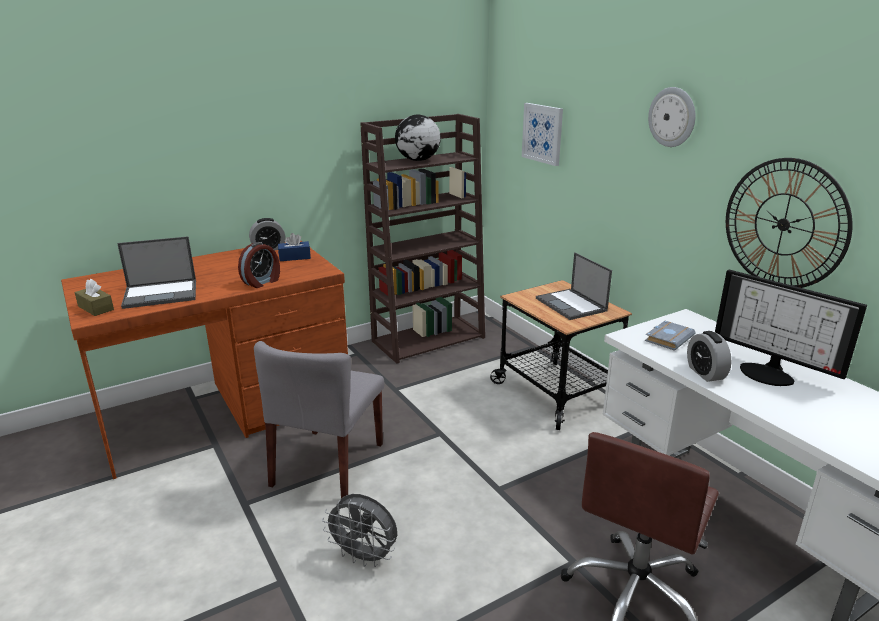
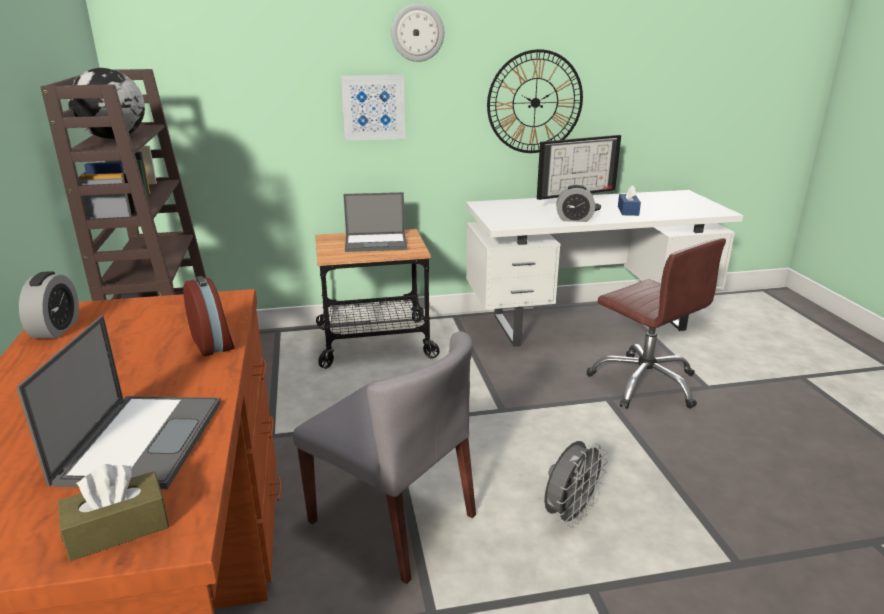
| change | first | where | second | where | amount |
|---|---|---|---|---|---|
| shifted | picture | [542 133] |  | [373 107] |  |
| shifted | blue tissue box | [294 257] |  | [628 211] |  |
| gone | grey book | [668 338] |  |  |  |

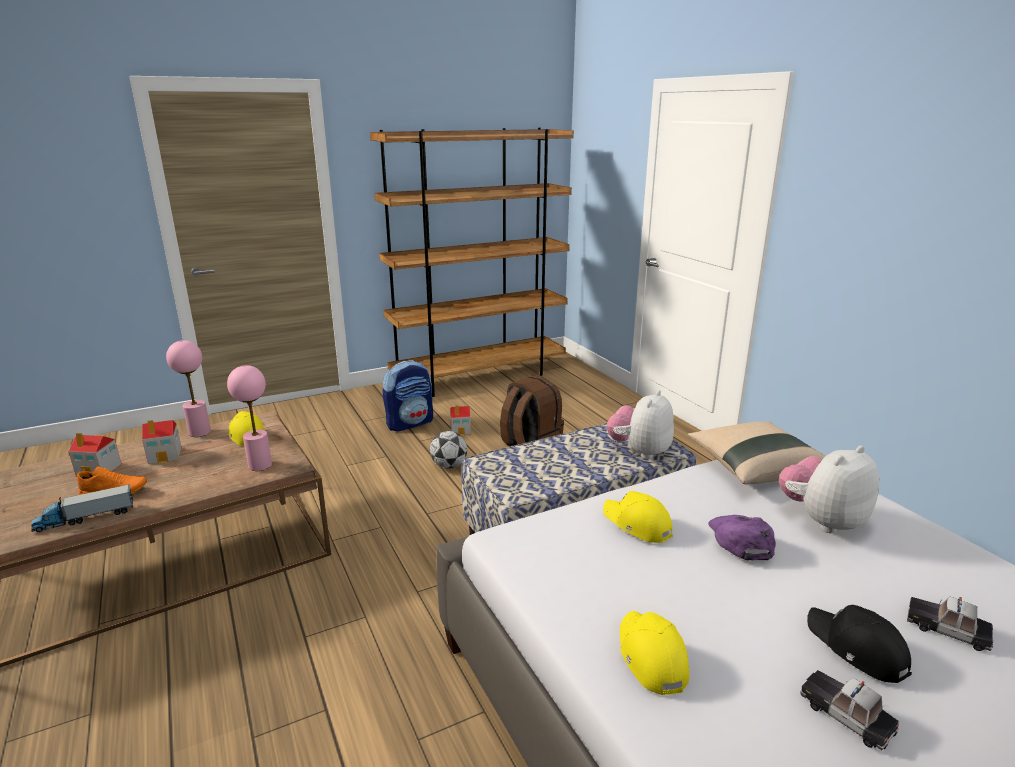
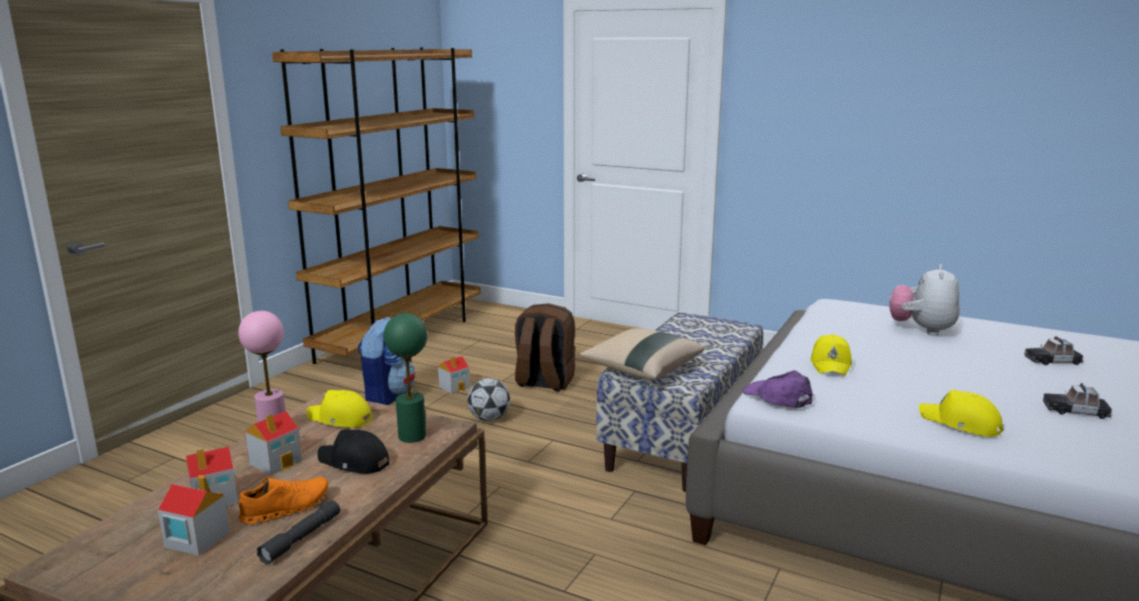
| change | first | where | second | where | amount |
|---|---|---|---|---|---|
| repainted | pink table lamp | [260 465] | green table lamp | [412 436] |  |
| gone | plush toy | [640 451] |  |  |  |
| shifted | beige pillow | [754 468] |  | [641 369] |  |
| swapped | toy truck | [85 518] | grey flashlight | [301 538] |  |
| rotated | yellow cap | [636 524] |  | [831 364] | 90 degrees counterclockwise |
| shifted | purple cap | [740 539] |  | [777 397] |  |
| shifted | black cap | [856 648] |  | [354 462] |  |
| new |  |  | toy house | [196 539] |  |

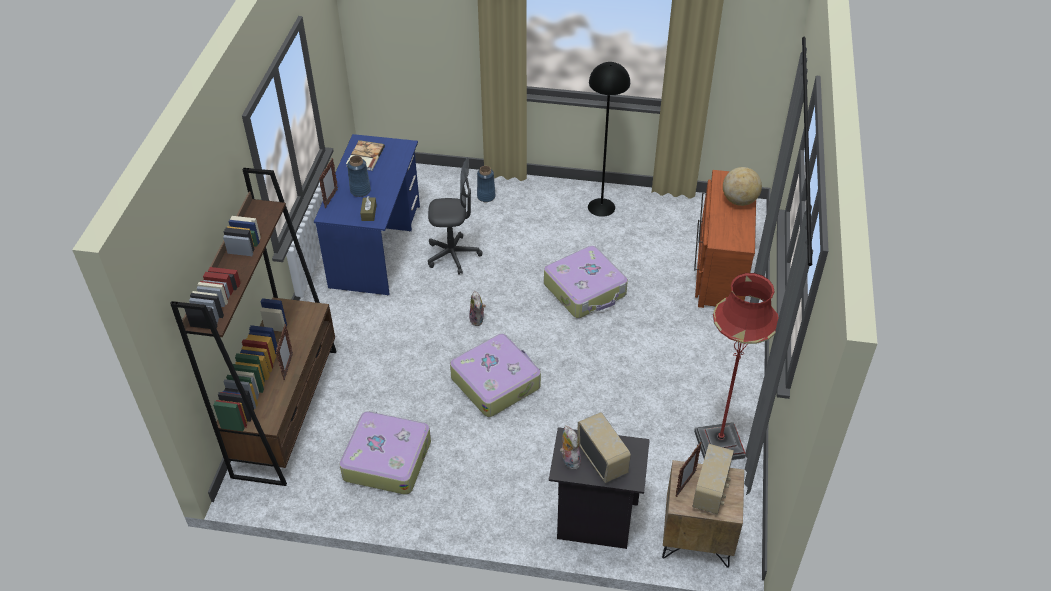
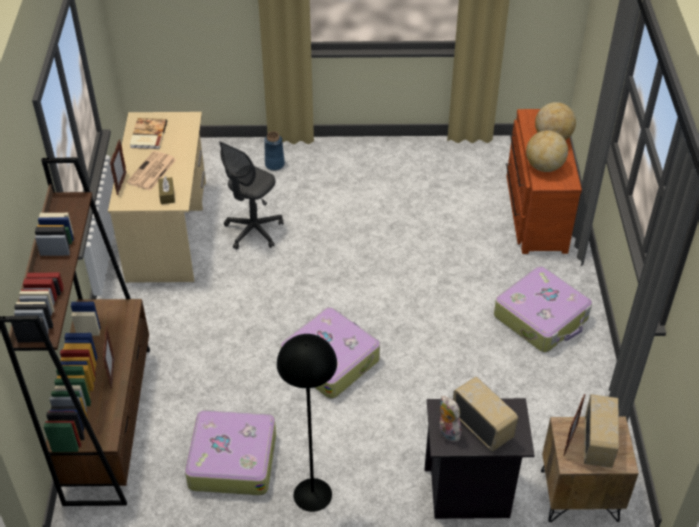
| change | first | where | second | where | amount |
|---|---|---|---|---|---|
| shifted | black floor lamp | [601 207] |  | [312 495] |  |
| repainted | blue desk | [376 246] | beige desk | [167 230] |  |
| swapped | blue vase | [360 190] | newspaper | [152 172] |  |
| rotated | grey office chair | [453 255] |  | [253 231] | 135 degrees clockwise |
| shifted | suitcase | [585 290] |  | [542 318] |  |
| gone | red floor lamp | [719 444] |  |  |  |
| gone | plush toy | [478 320] |  |  |  |
| new |  |  | globe | [544 167] |  |

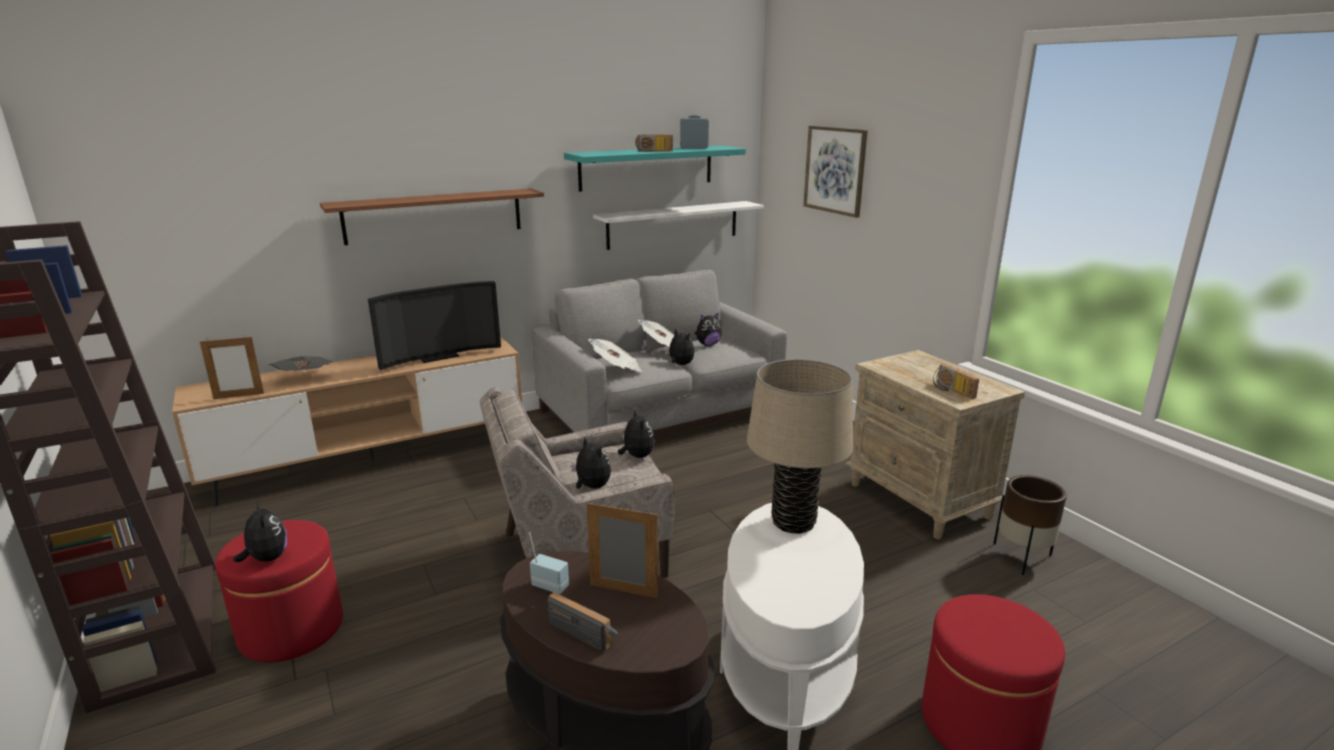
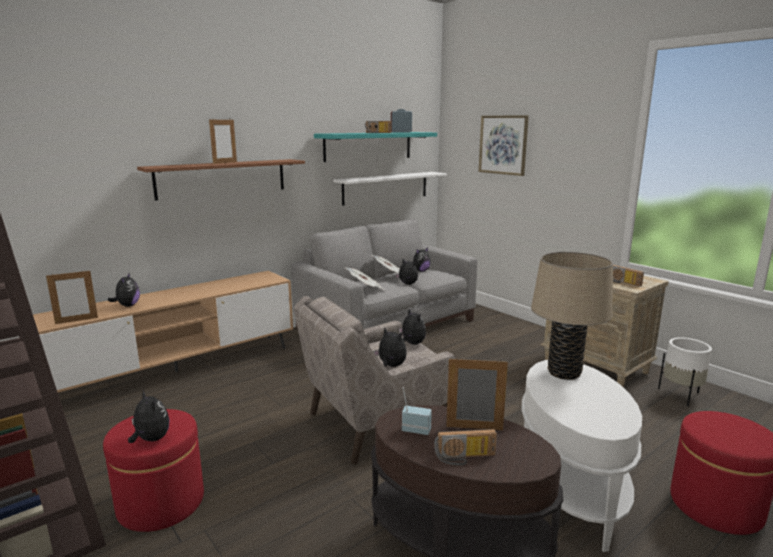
| change | first | where | second | where | amount |
|---|---|---|---|---|---|
| gone | television | [437 356] |  |  |  |
| swapped | newspaper | [305 378] | plush toy | [127 305] |  |
| repainted | brown planter | [1021 557] | white planter | [680 396] |  |
| rotated | radio | [586 631] |  | [465 458] | 150 degrees clockwise |
| new |  |  | picture frame | [225 163] |  |

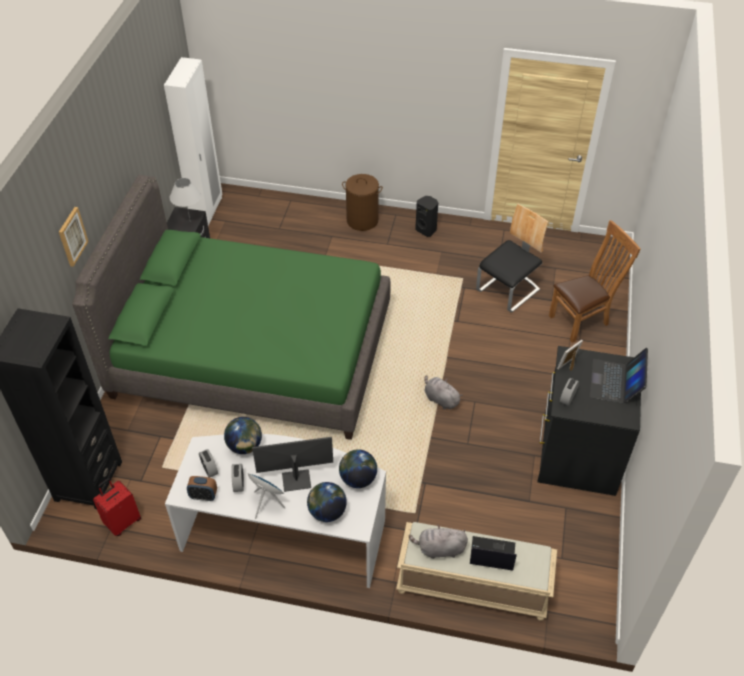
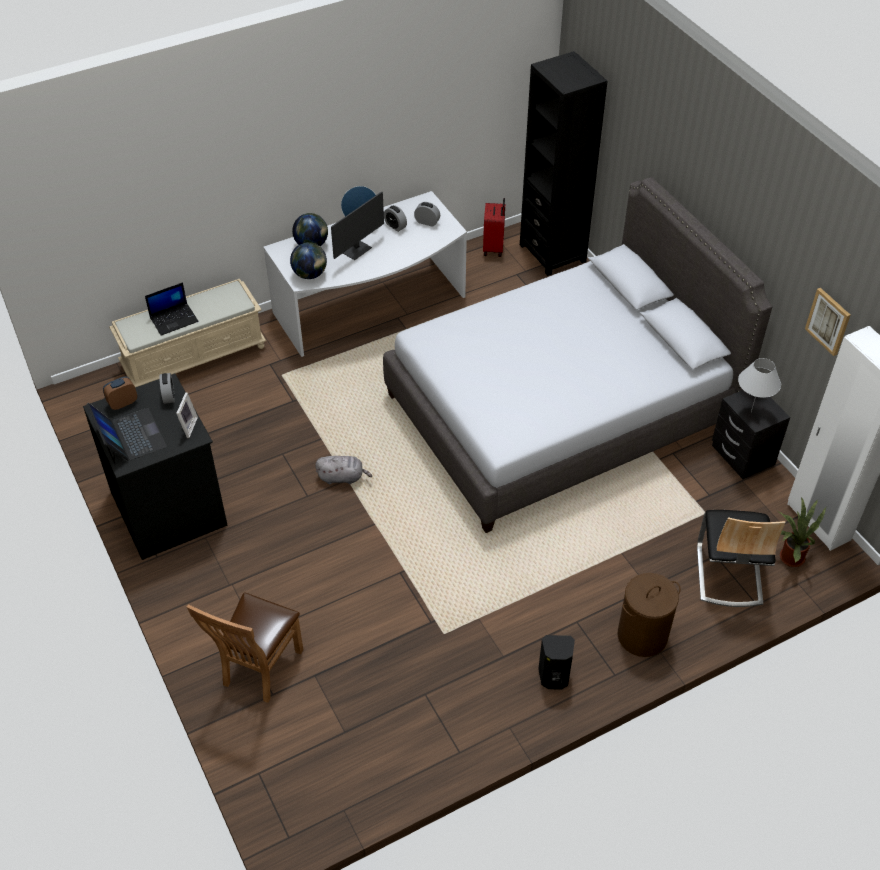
| change | first | where | second | where | amount |
|---|---|---|---|---|---|
| repainted | green bed | [253 353] | grey bed | [559 409] |  |
| shifted | chair | [508 291] |  | [728 574] |  |
| shifted | picture | [72 236] |  | [828 321] |  |
| gone | globe | [244 446] |  |  |  |
| shifted | alarm clock | [203 496] |  | [122 403] |  |
| gone | grey plush toy | [439 549] |  |  |  |
| new |  |  | potted plant | [789 556] |  |

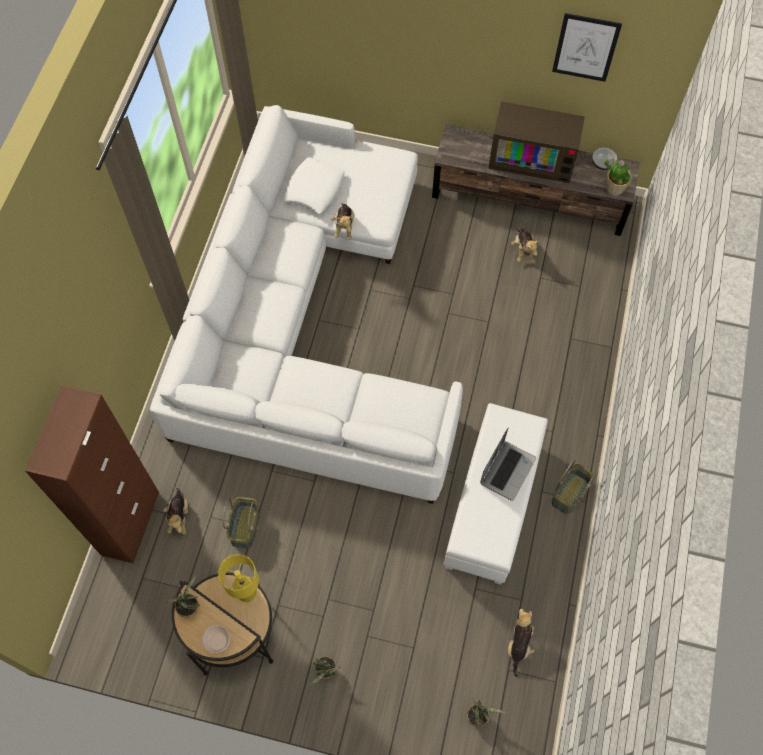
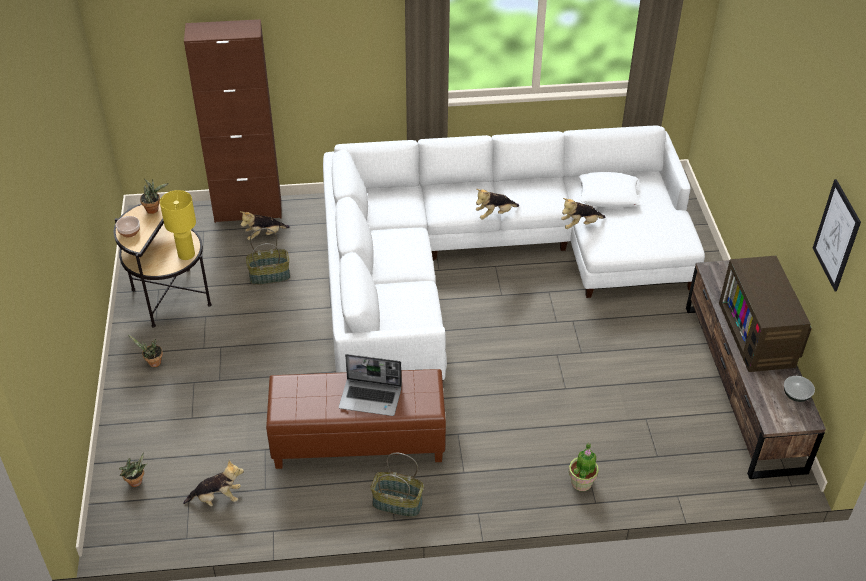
| change | first | where | second | where | amount |
|---|---|---|---|---|---|
| shifted | potted plant | [615 188] |  | [582 482] |  |
| shifted | plush toy | [523 250] |  | [495 214] |  |
| repainted | white ottoman | [491 504] | brown ottoman | [359 440] |  |

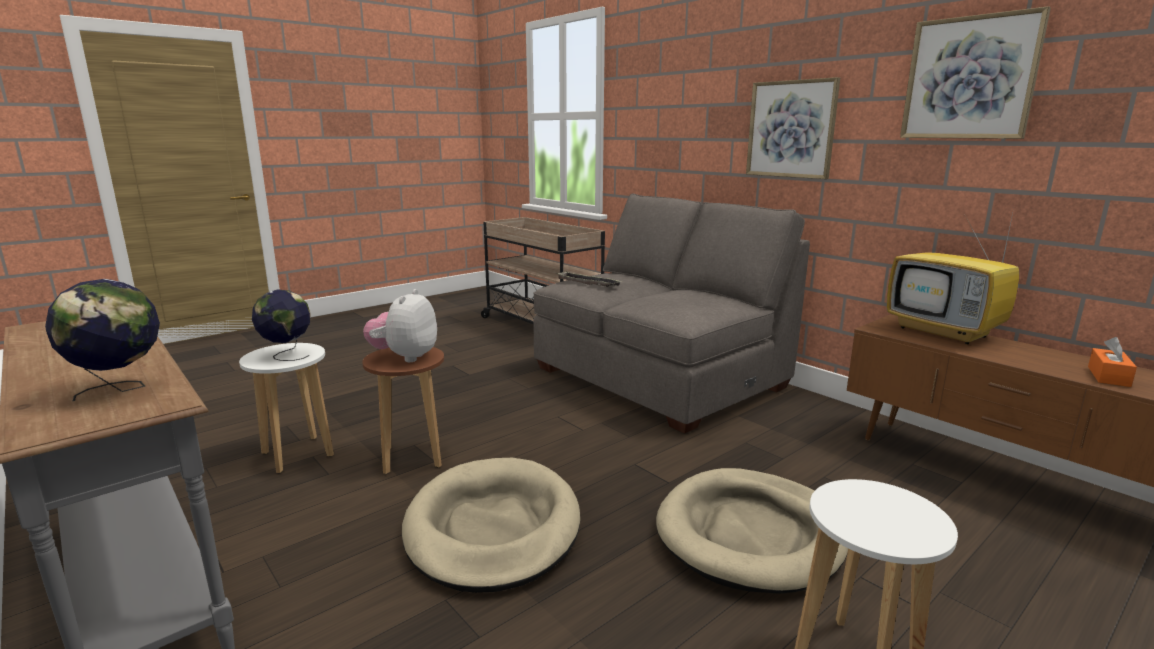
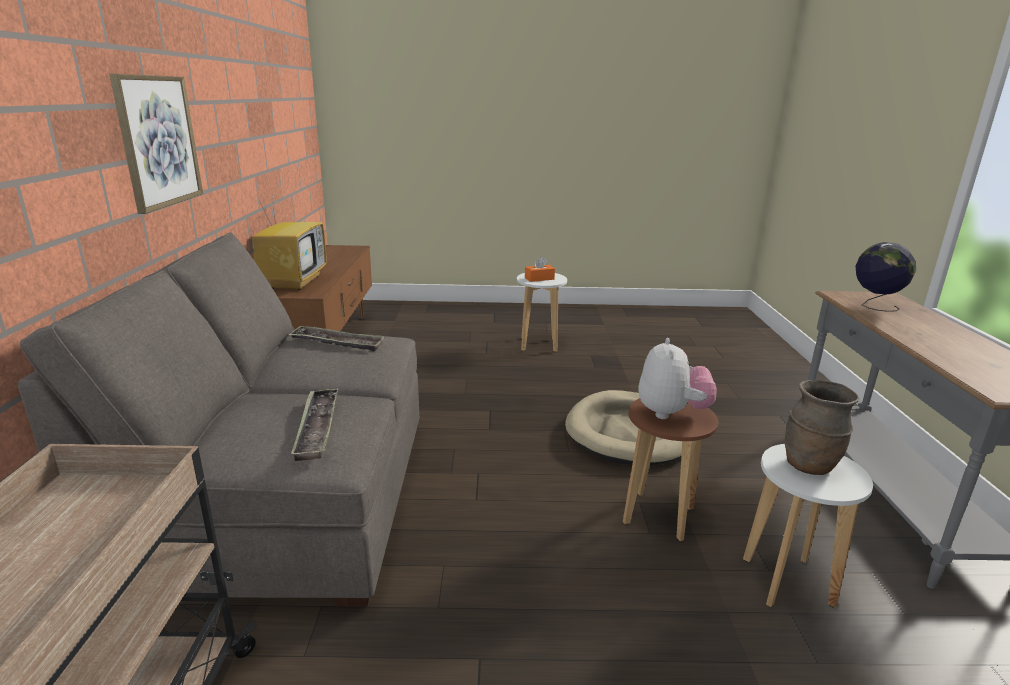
| change | first | where | second | where | amount |
|---|---|---|---|---|---|
| gone | picture | [969 78] |  |  |  |
| rotated | plush toy | [405 357] |  | [671 413] | 45 degrees counterclockwise |
| swapped | globe | [287 355] | brown vase | [809 466] |  |
| shifted | orange tissue box | [1108 376] |  | [539 278] |  |
| gone | beige dog bed | [751 534] |  |  |  |
| new |  |  | tray | [337 343] |  |

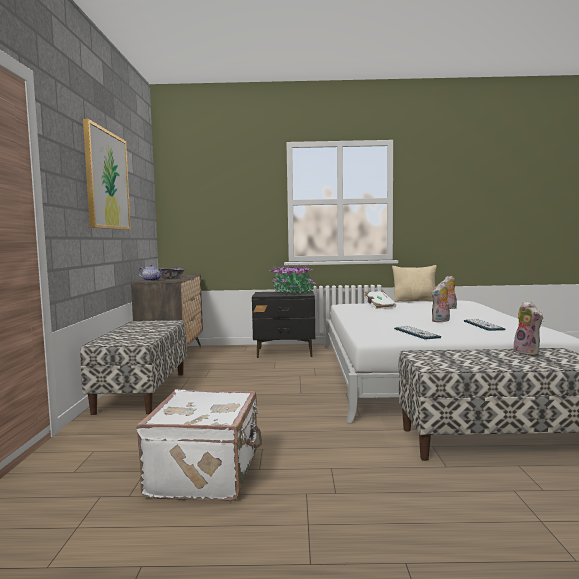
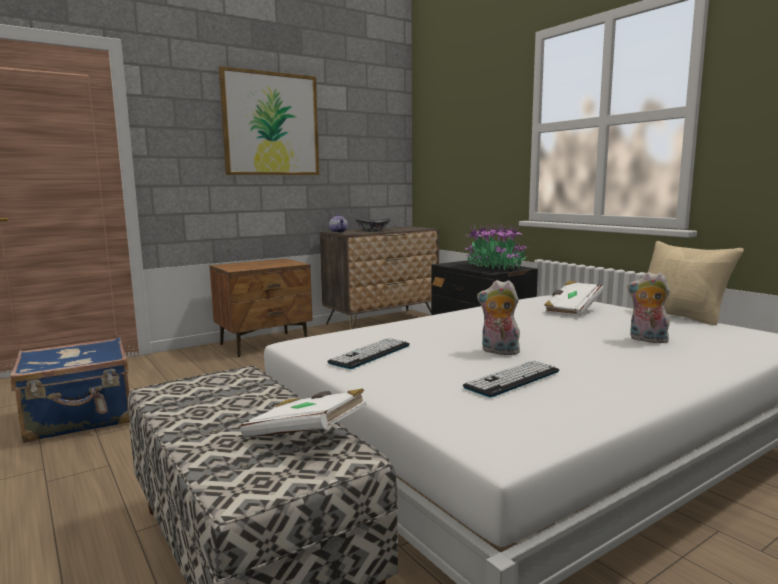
| change | first | where | second | where | amount |
|---|---|---|---|---|---|
| swapped | plush toy | [528 353] | white book | [306 435] |  |
| swapped | bench | [142 391] | brown nightstand | [265 344] |  |
| repainted | white suitcase | [207 474] | blue suitcase | [80 419] |  |

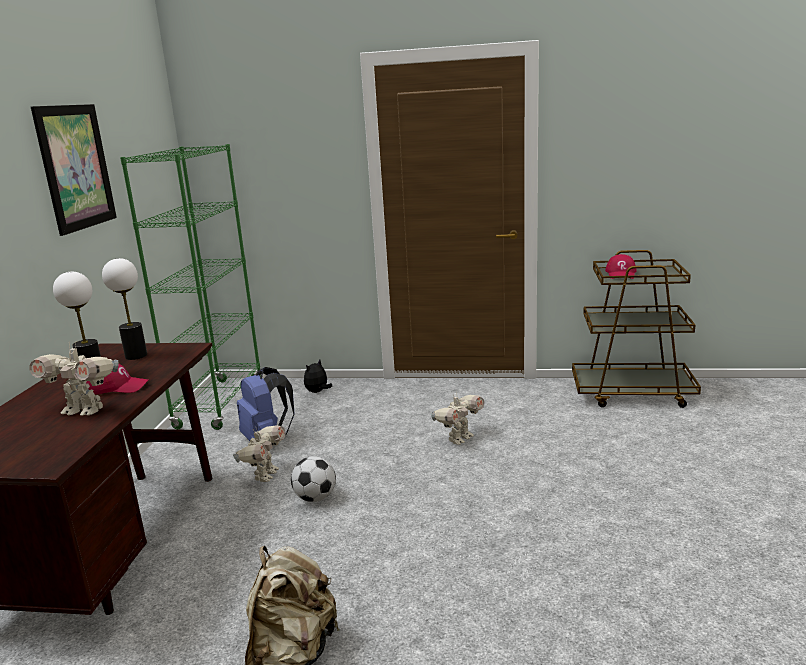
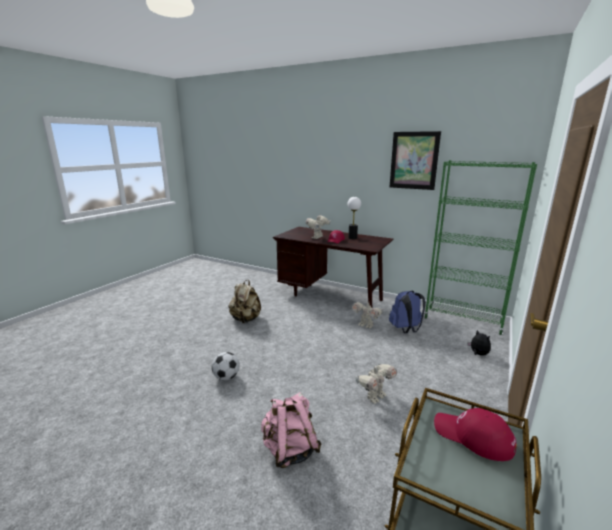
| change | first | where | second | where | amount |
|---|---|---|---|---|---|
| gone | table lamp | [136 356] |  |  |  |
| rotated | toy robot | [459 439] |  | [375 396] | 105 degrees counterclockwise |
| shifted | football | [315 498] |  | [226 377] |  |
| new |  |  | pink backpack | [290 450] |  |

